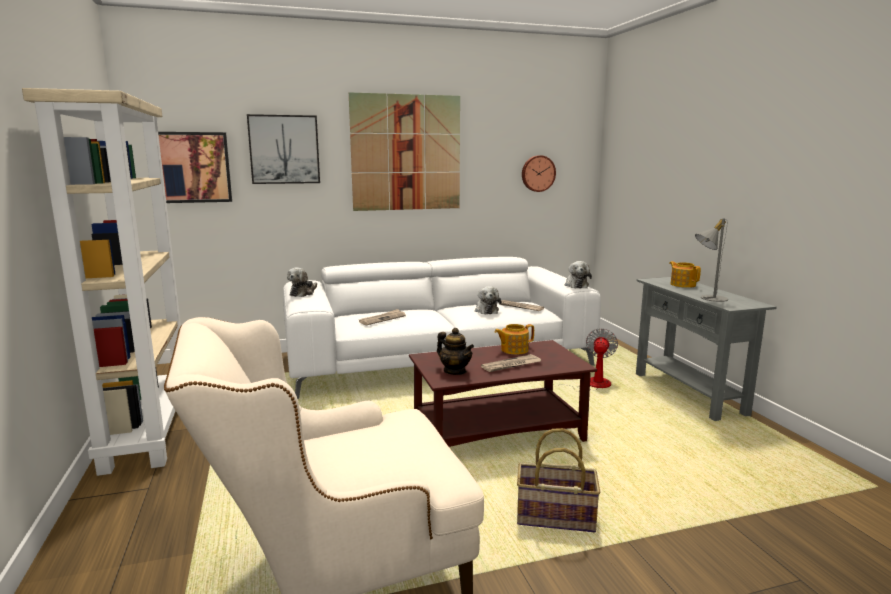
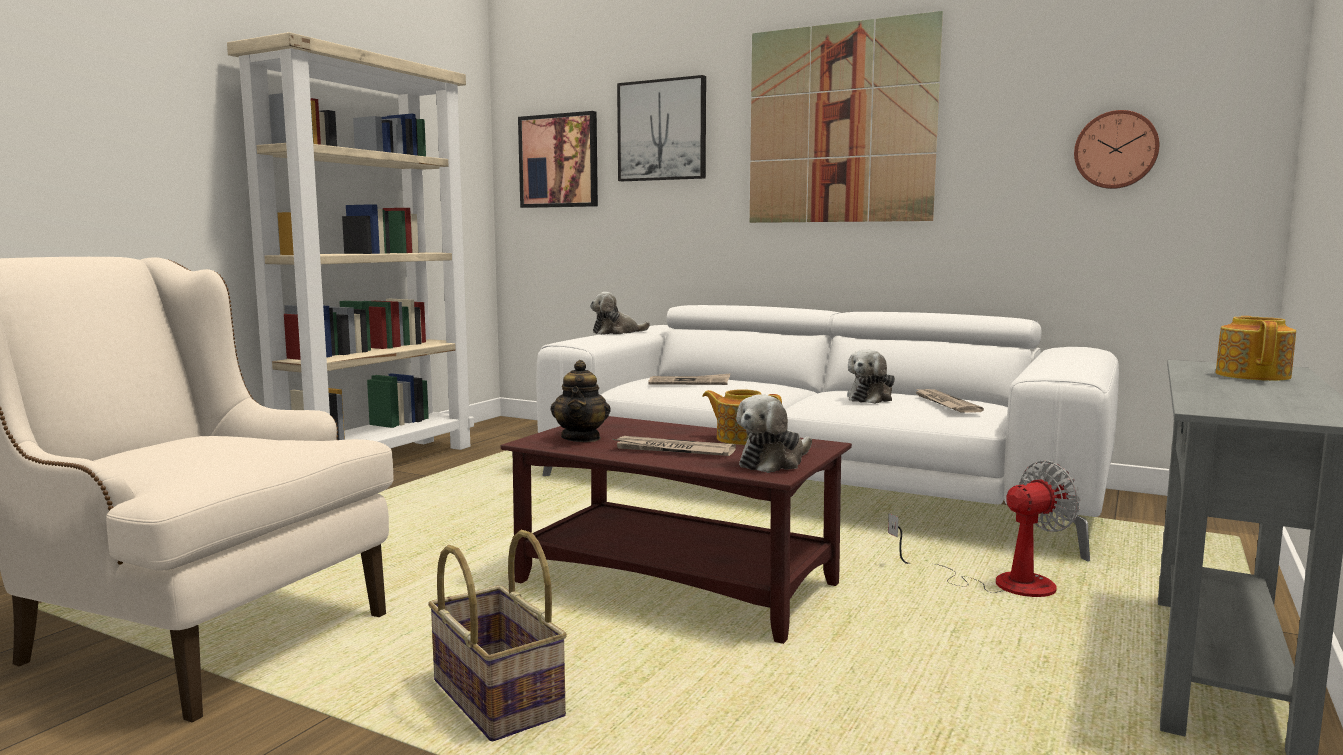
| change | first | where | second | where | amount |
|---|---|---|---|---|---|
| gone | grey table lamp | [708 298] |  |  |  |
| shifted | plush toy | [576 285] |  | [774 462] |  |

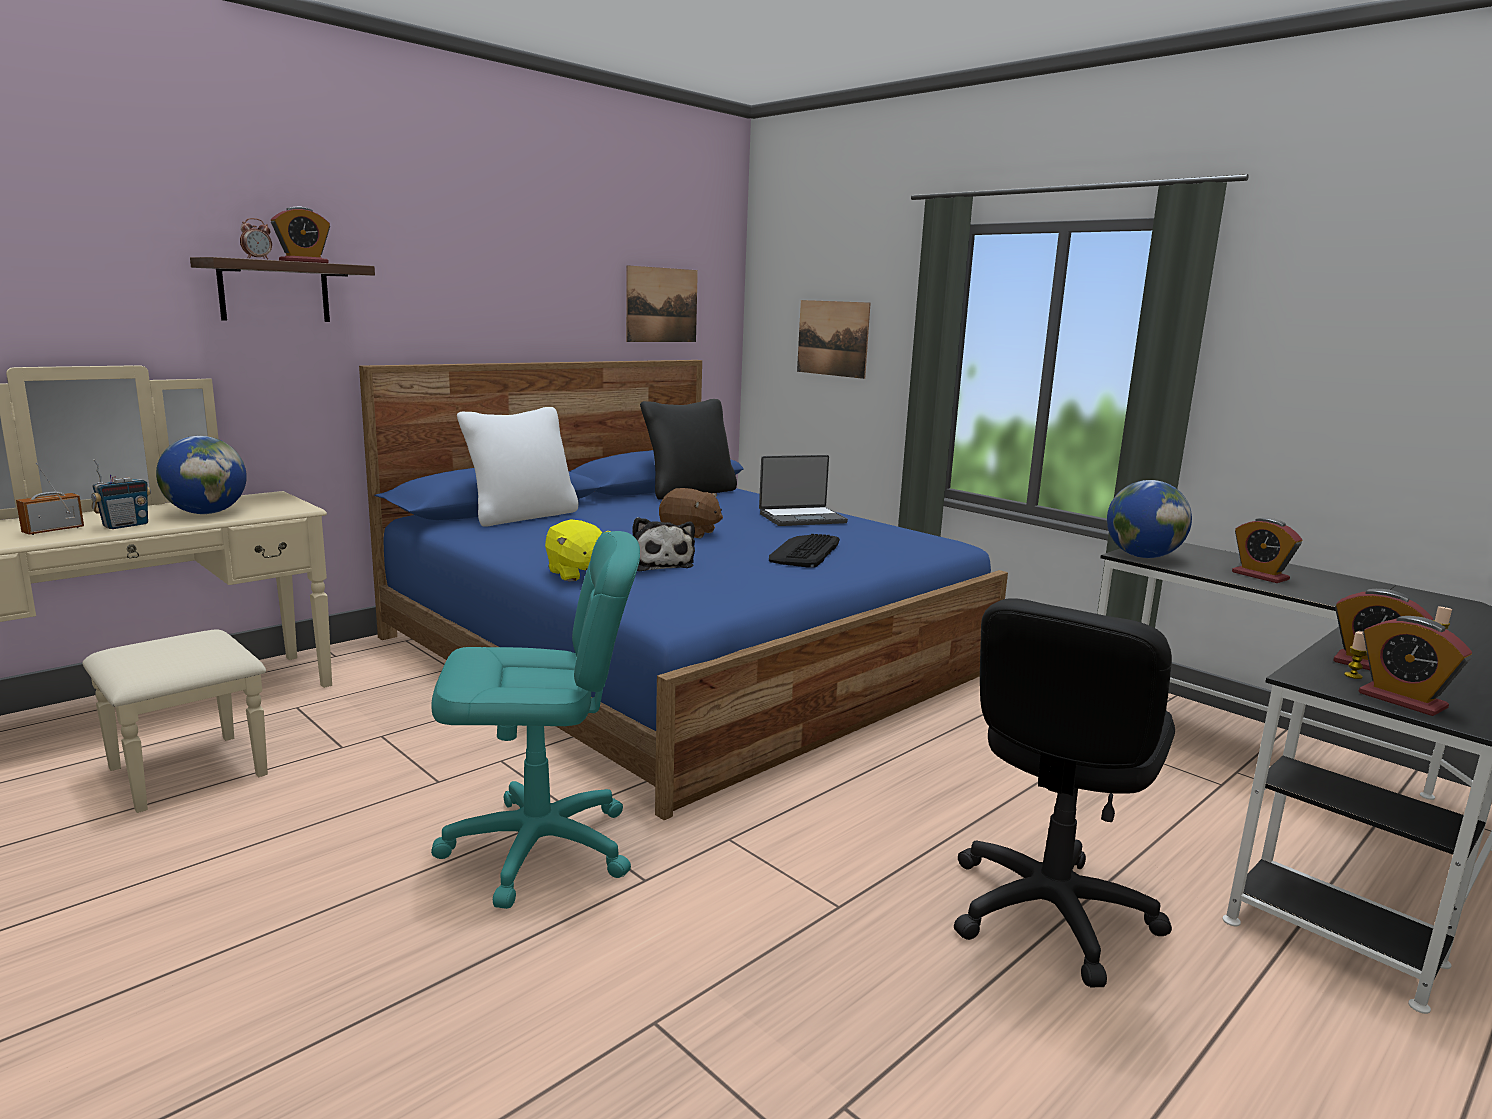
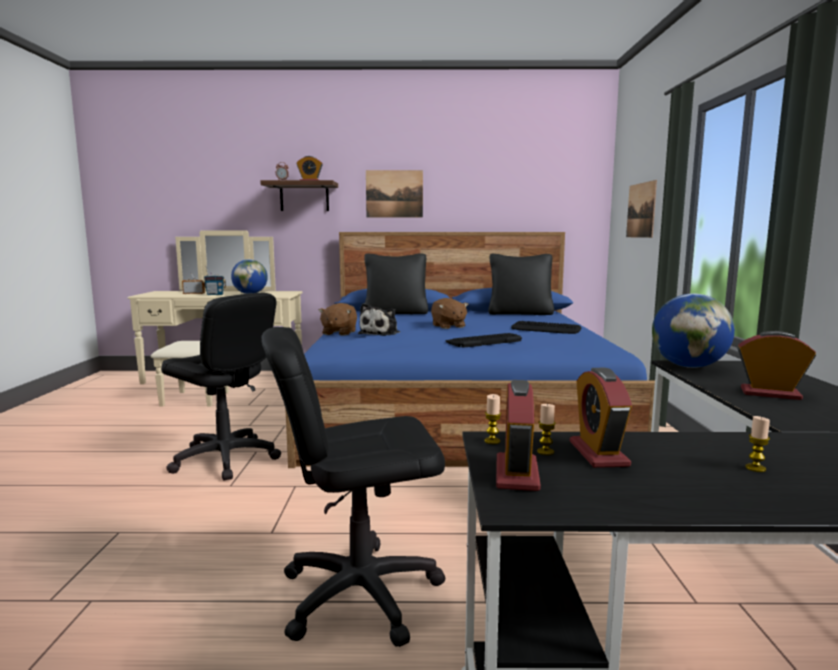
| change | first | where | second | where | amount |
|---|---|---|---|---|---|
| shifted | picture | [662 305] |  | [394 194] |  |
| repainted | white pillow | [522 516] | black pillow | [396 313] |  |
| swapped | laptop | [802 518] | keyboard | [545 329] |  |
| rotated | alarm clock | [1260 576] |  | [770 394] | 105 degrees clockwise |
| repainted | yellow plush toy | [577 573] | brown plush toy | [339 333] |  |
| repainted | turquoise office chair | [539 849] | black office chair | [225 459] |  |
| new |  |  | candle | [492 441] |  |

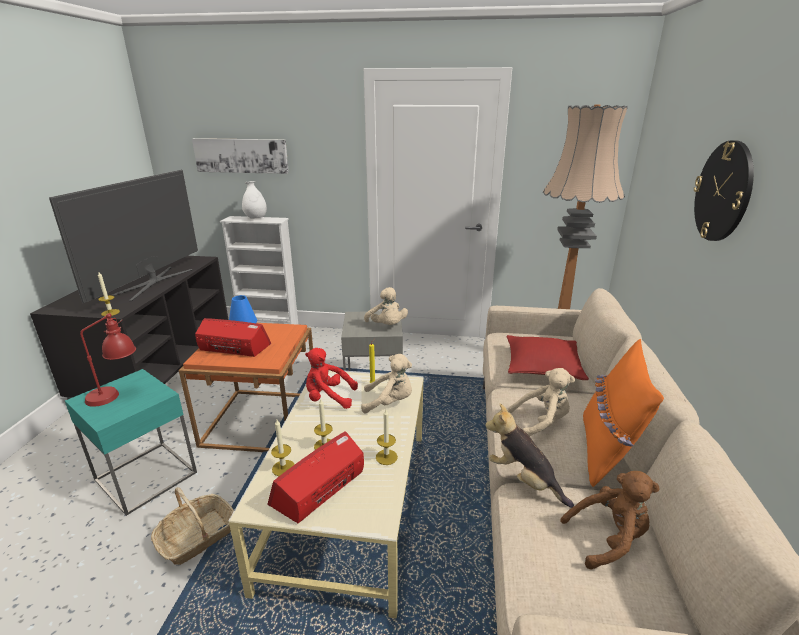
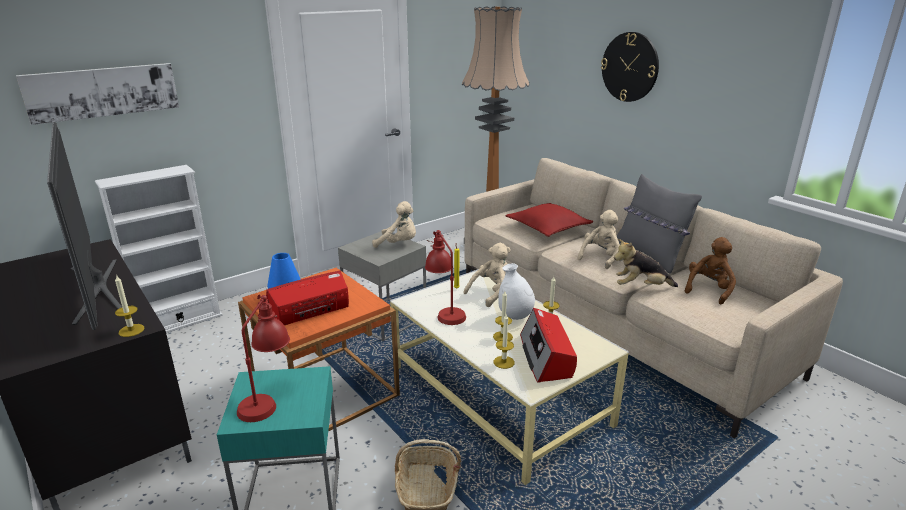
| change | first | where | second | where | amount |
|---|---|---|---|---|---|
| shifted | white vase | [256 218] |  | [515 316] |  |
| repainted | orange pillow | [606 451] | grey pillow | [649 256] |  |
| swapped | red plush toy | [328 398] | red table lamp | [444 311] |  |

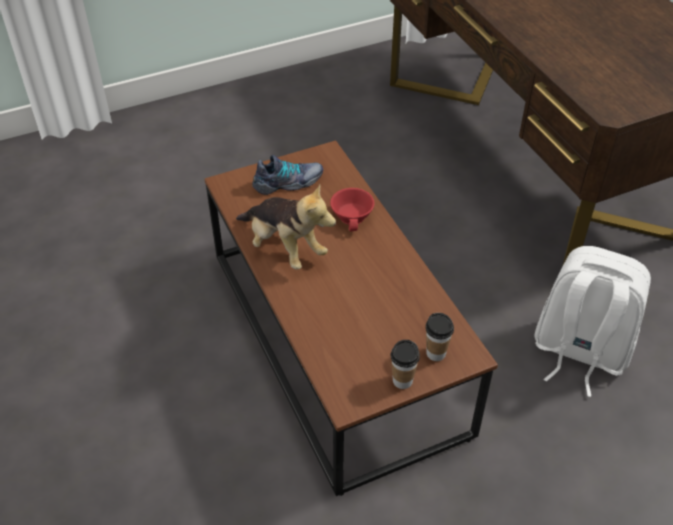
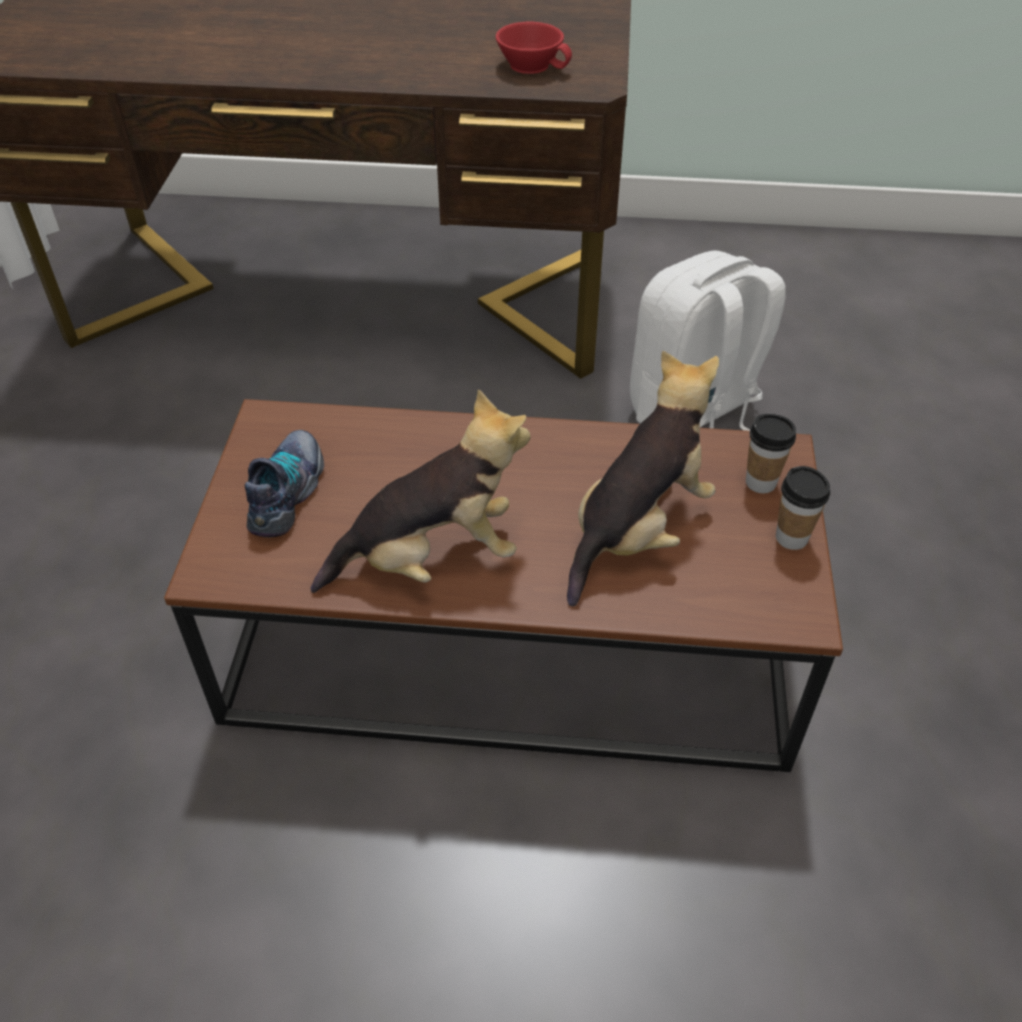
| change | first | where | second | where | amount |
|---|---|---|---|---|---|
| shifted | red cup | [353 217] |  | [532 64] |  |
| new |  |  | plush toy | [638 530] |  |

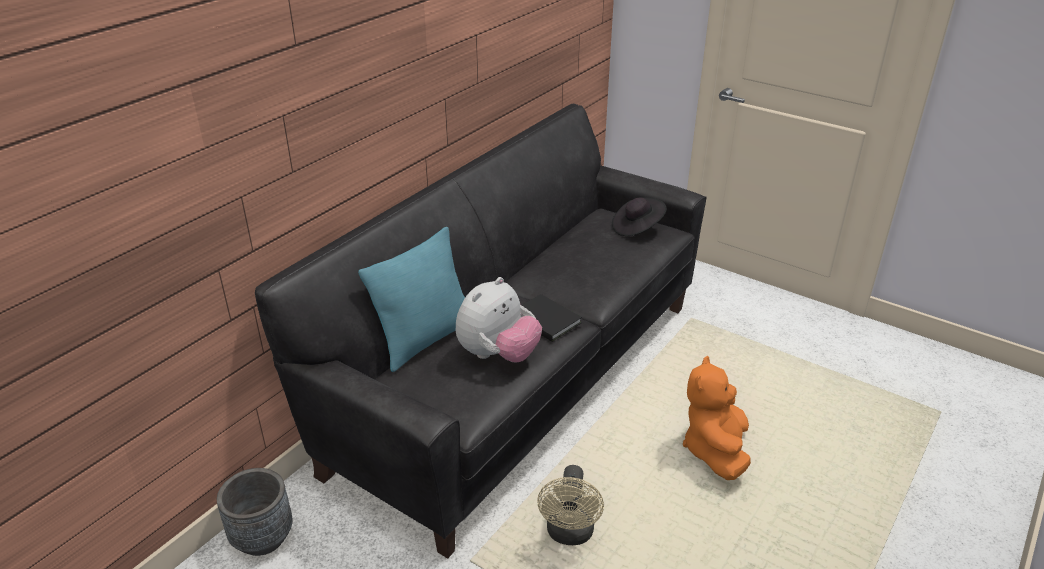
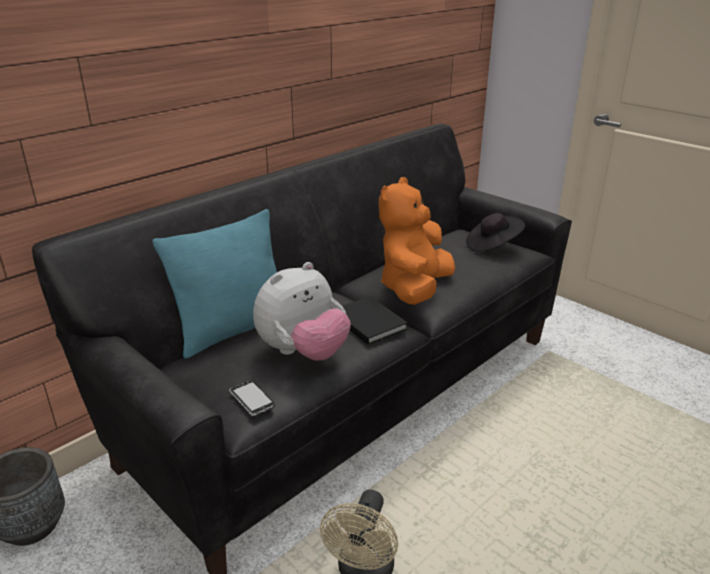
| change | first | where | second | where | amount |
|---|---|---|---|---|---|
| shifted | orange plush toy | [715 450] |  | [414 289] |  |
| new |  |  | phone | [251 399] |  |

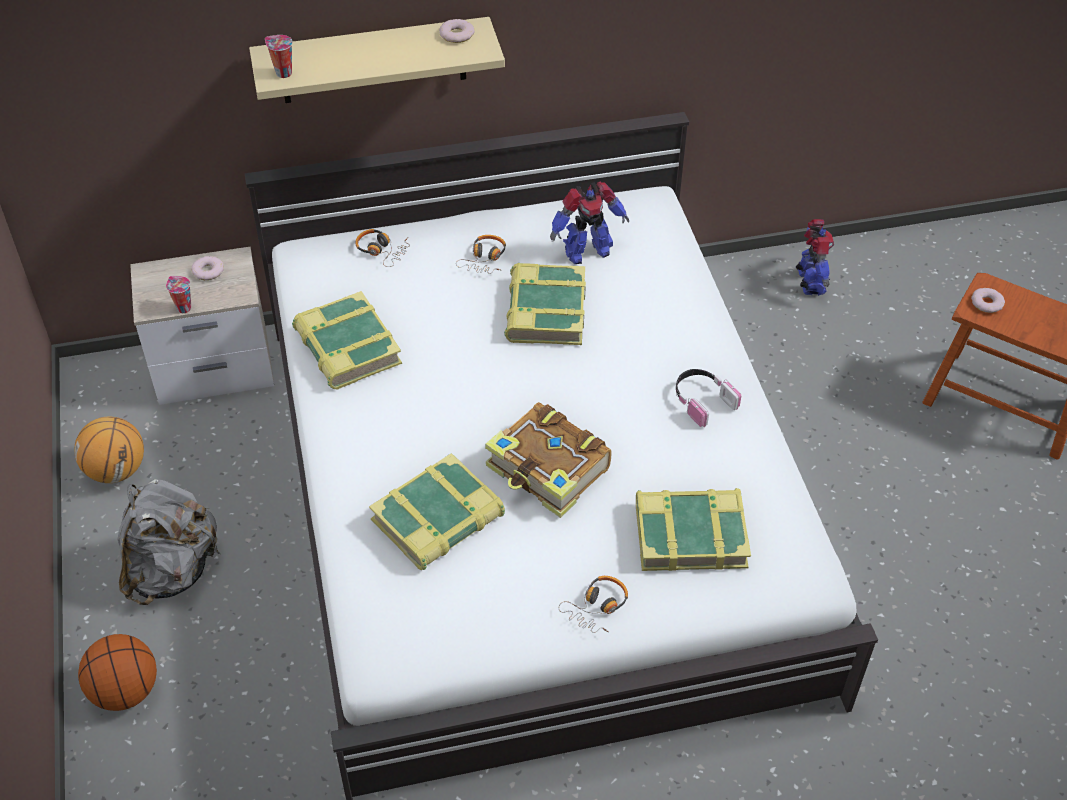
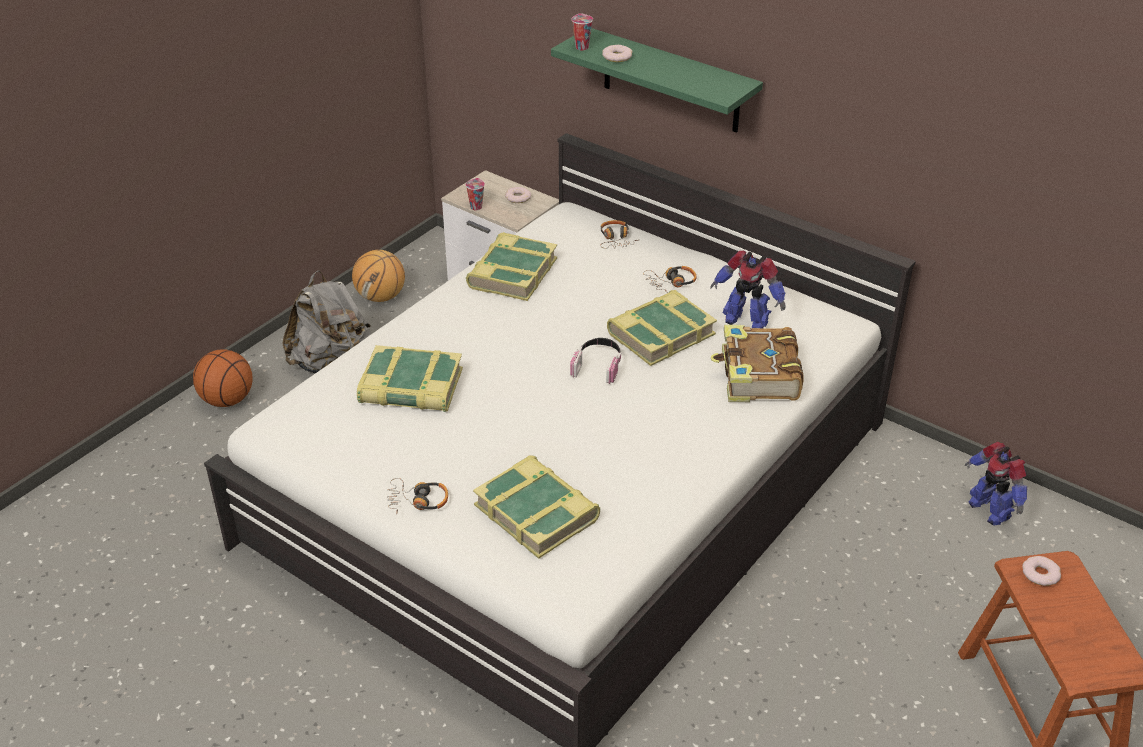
| change | first | where | second | where | amount |
|---|---|---|---|---|---|
| repainted | beige shelf | [373 61] | green shelf | [671 81] |  |
| shifted | donut | [456 34] |  | [617 57] |  |
| rotated | toy robot | [810 283] |  | [989 509] | 105 degrees clockwise |
| shifted | headphones | [702 400] |  | [598 365] |  |
| shifted | book | [548 471] |  | [757 376] |  |

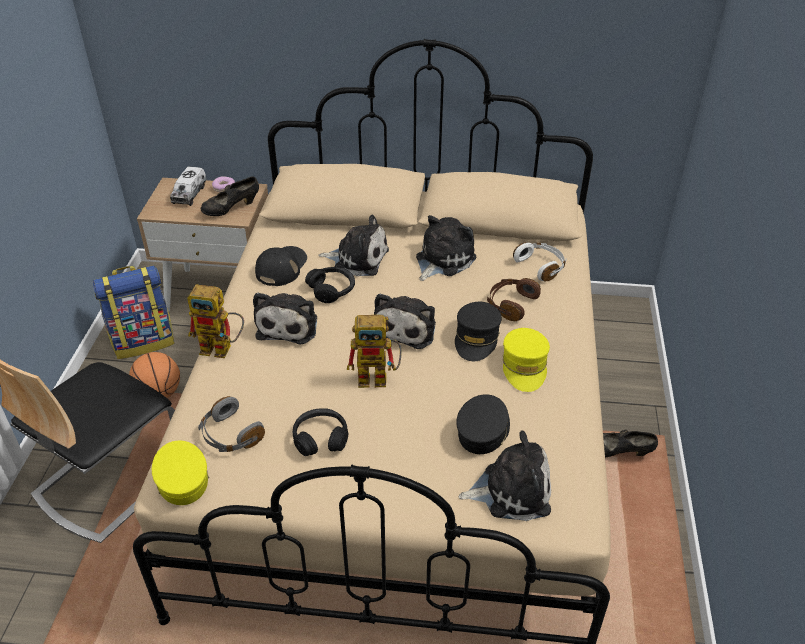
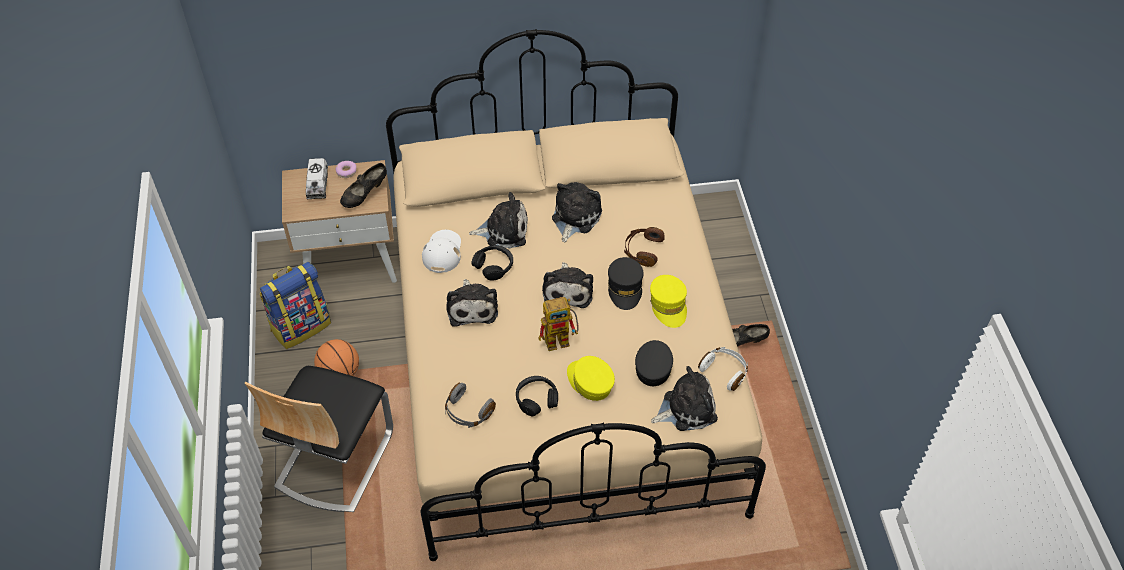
| change | first | where | second | where | amount |
|---|---|---|---|---|---|
| shifted | white headphones | [541 266] |  | [724 371] |  |
| repainted | black cap | [281 267] | white cap | [442 252] |  |
| gone | toy robot | [223 348] |  |  |  |
| shifted | yellow cap | [182 479] |  | [590 382] |  |

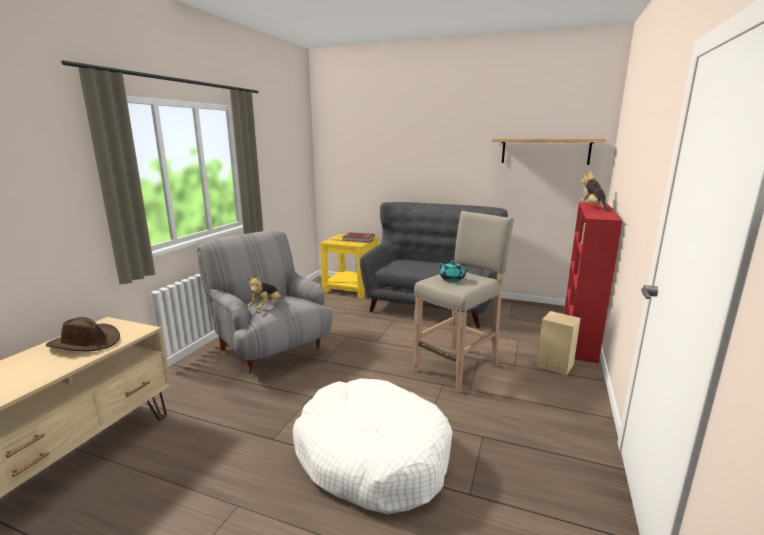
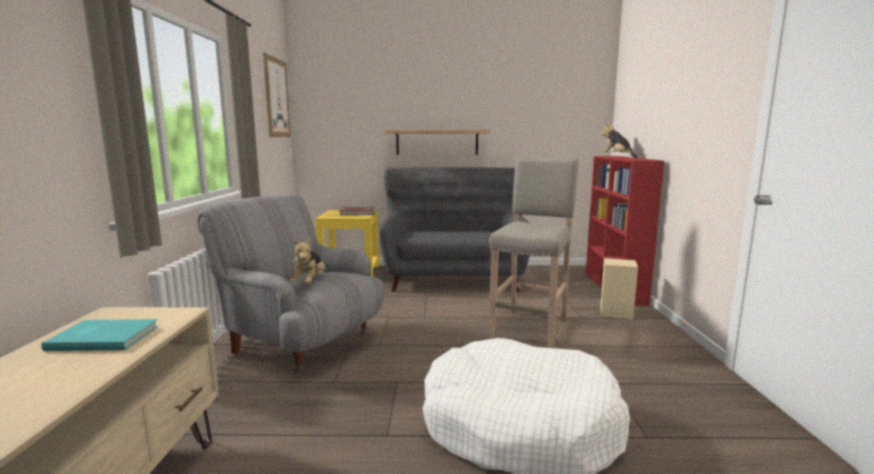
| change | first | where | second | where | amount |
|---|---|---|---|---|---|
| shifted | shelf | [545 151] |  | [437 142] |  |
| gone | turquoise teapot | [452 279] |  |  |  |
| swapped | brown hat | [86 342] | turquoise book | [104 337] |  |
| new |  |  | picture | [277 98] |  |

